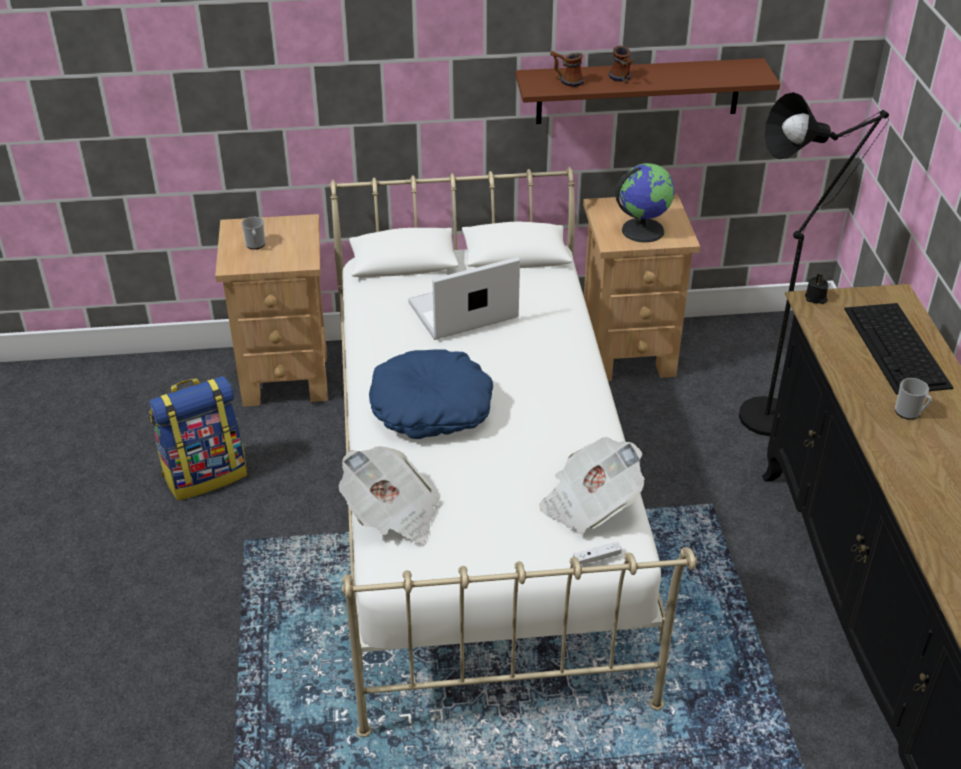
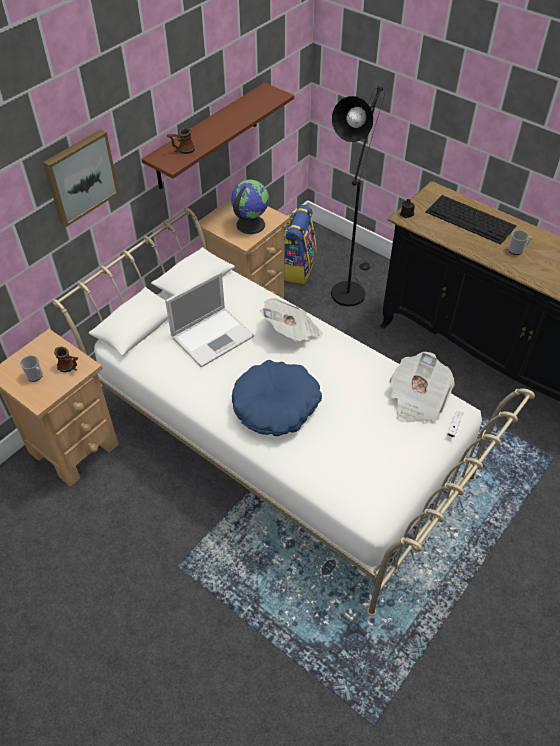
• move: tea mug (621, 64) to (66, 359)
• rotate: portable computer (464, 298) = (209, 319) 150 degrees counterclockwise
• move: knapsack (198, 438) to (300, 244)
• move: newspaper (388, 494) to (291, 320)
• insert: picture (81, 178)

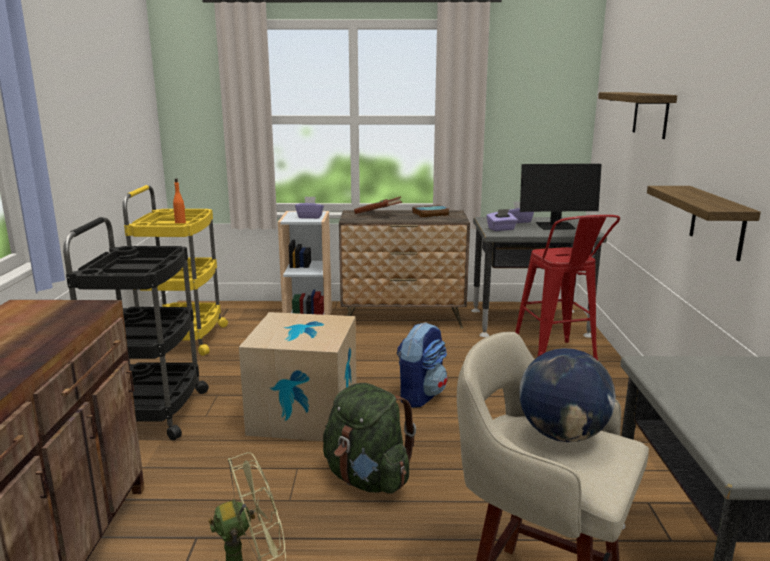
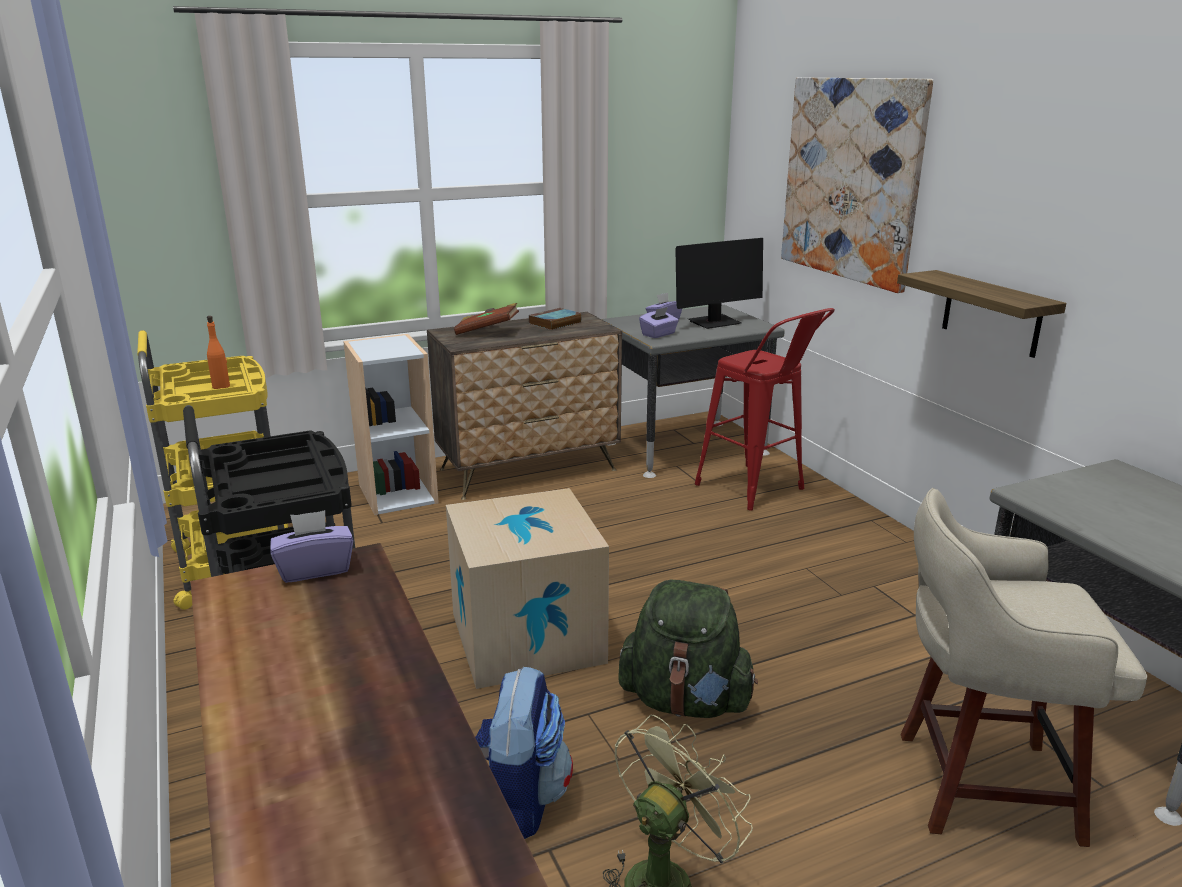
• replace: shelf (637, 115) to picture (857, 185)
• move: purple tissue box (309, 208) to (311, 546)
• move: knapsack (422, 365) to (524, 752)
• delete: desk globe (567, 395)

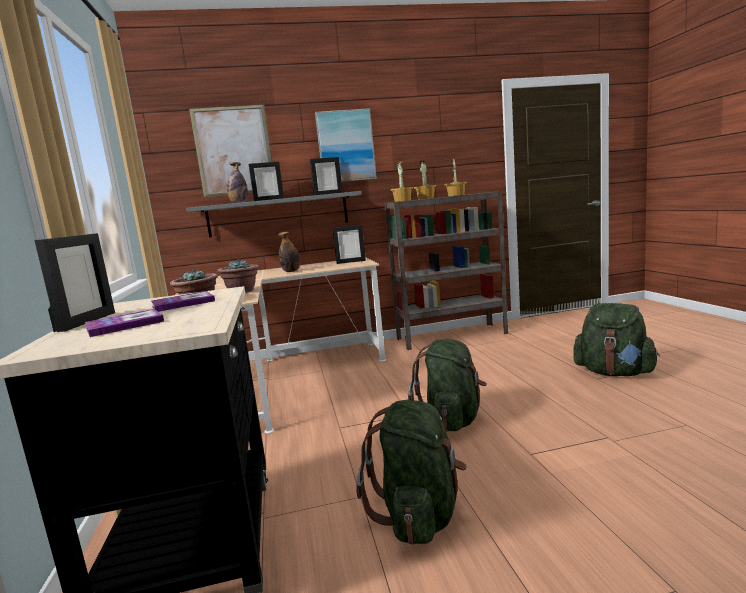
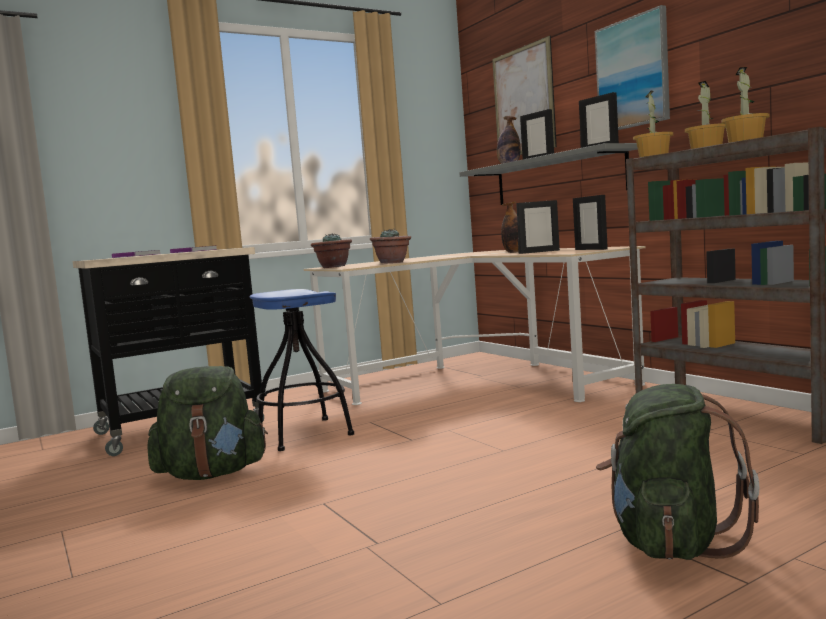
• move: picture frame (74, 282) to (538, 227)
• delete: green knapsack (447, 385)
• insert: blue stool (301, 370)

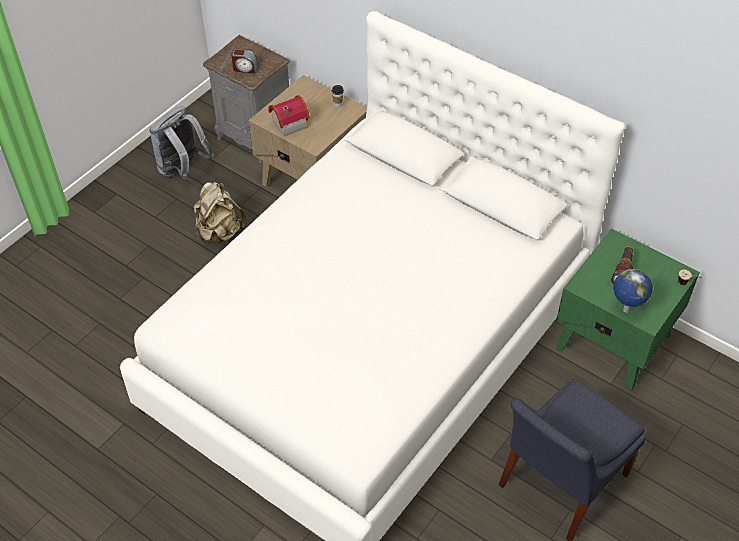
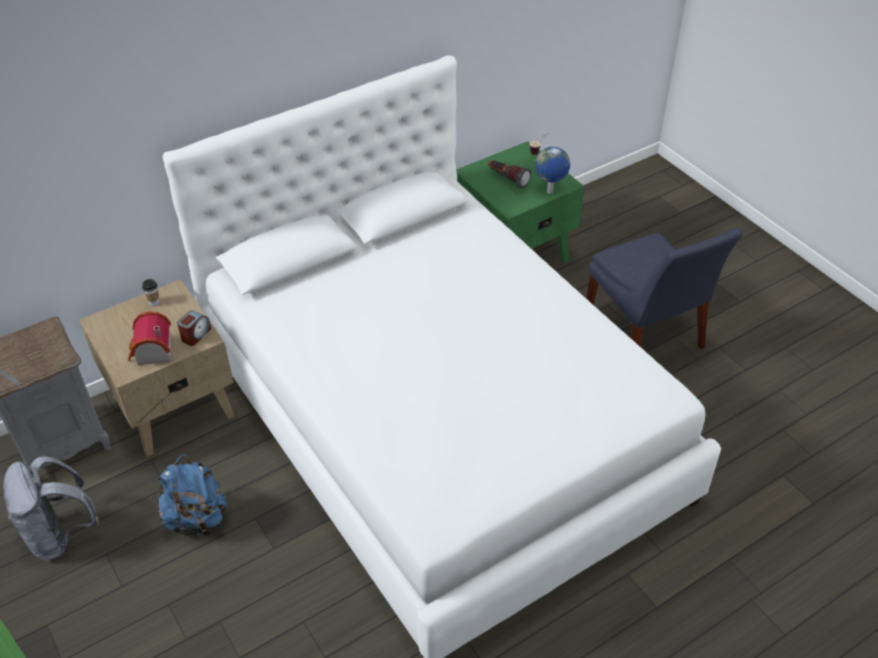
• move: alarm clock (244, 61) to (194, 328)
• recolor: beige-coloured knapsack (220, 212) to blue knapsack (191, 496)

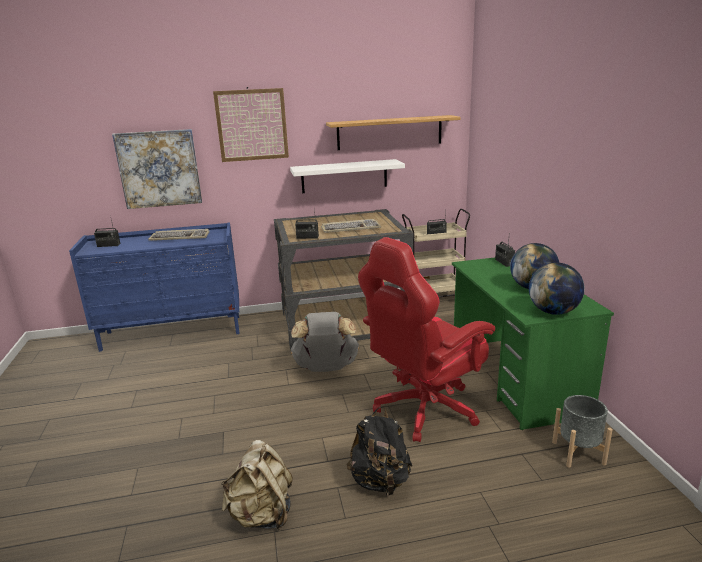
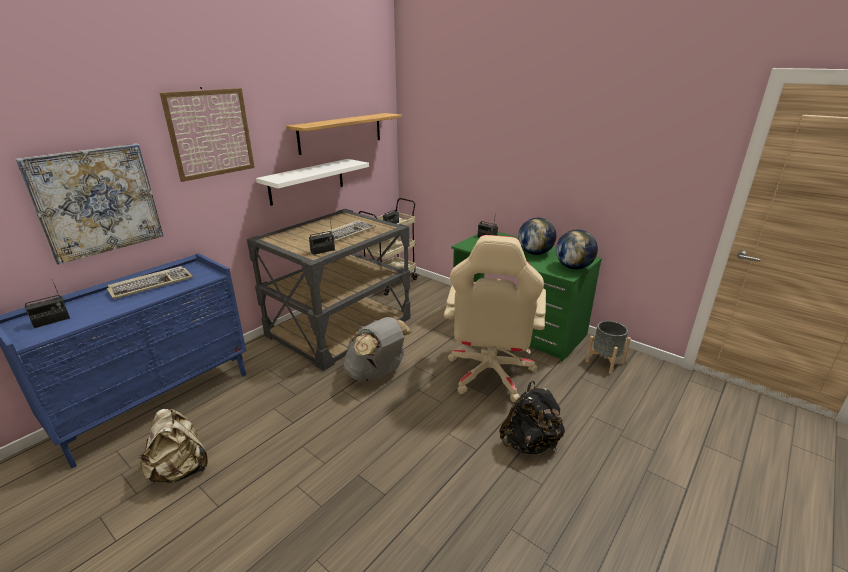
• recolor: reddish desk chair (426, 339) to beige-coloured desk chair (495, 318)
• move: beige-coloured knapsack (257, 485) to (173, 446)

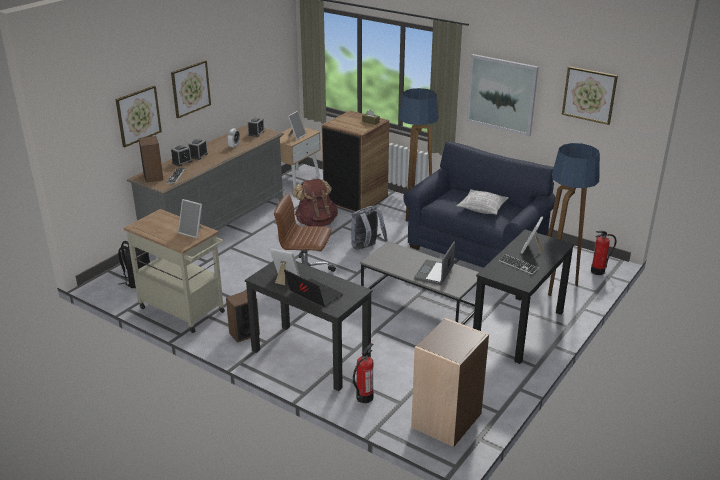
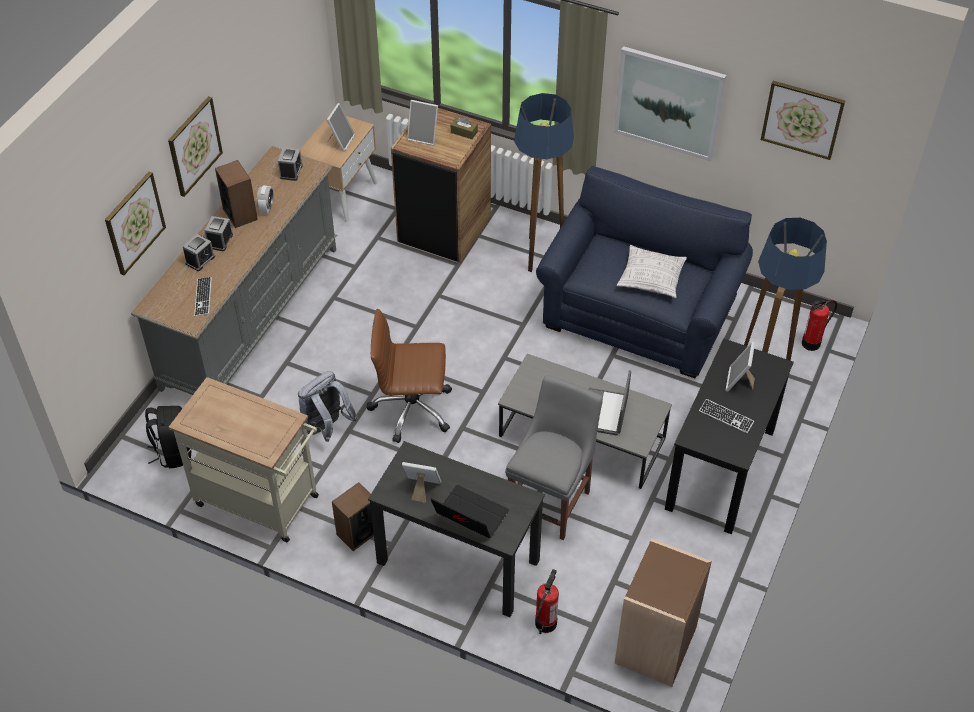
• move: audio speaker (151, 159) to (236, 194)
• delete: brownish knapsack (315, 202)
• move: picture frame (190, 218) to (422, 123)
• move: grey knapsack (369, 228) to (328, 406)
• insert: grey upright chair (554, 457)

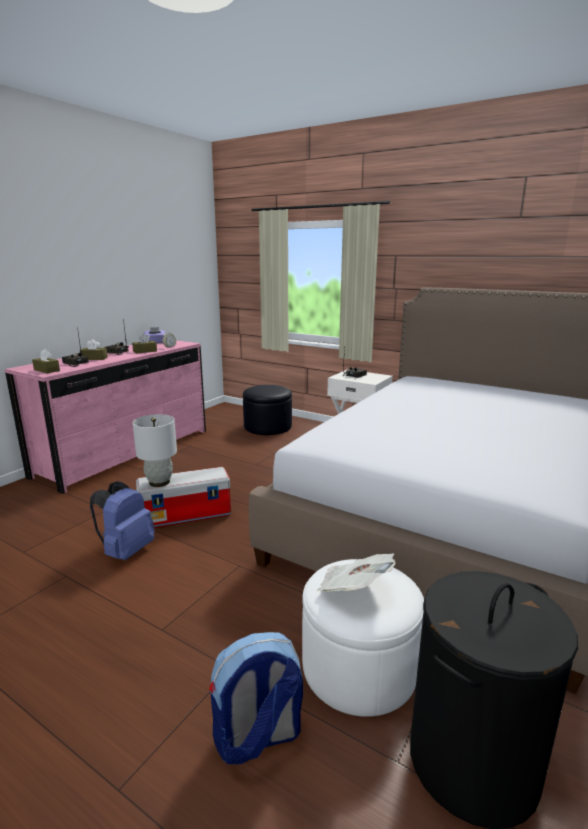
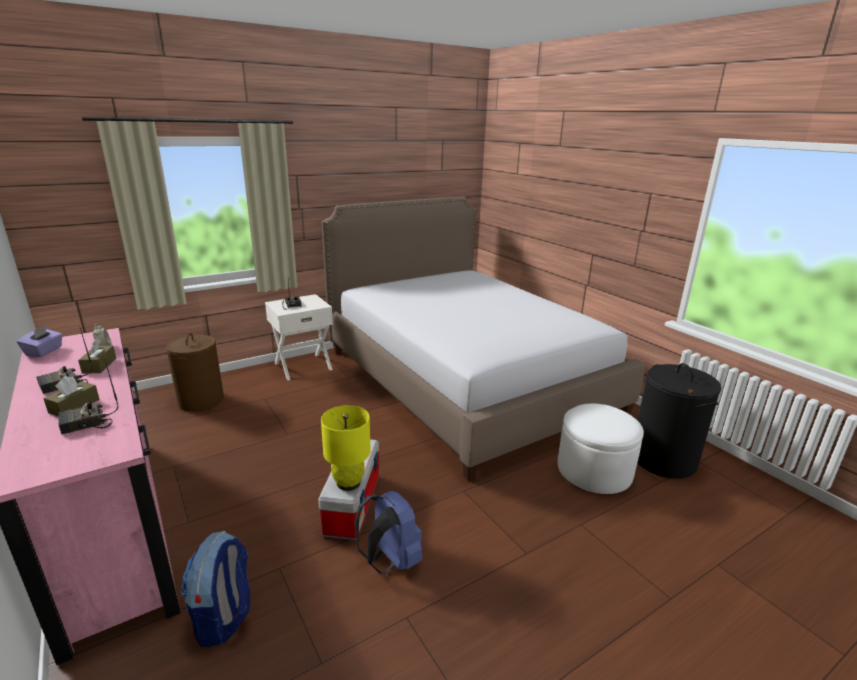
• delete: brownish tissue box (46, 361)
• replace: black pouffe (267, 410) to brownish laundry basket (195, 372)
• recolor: white-coloured lamp for a table (155, 450) to yellow-coloured lamp for a table (346, 448)
• delete: newspaper (356, 573)
• move: knapsack (256, 698) to (215, 589)

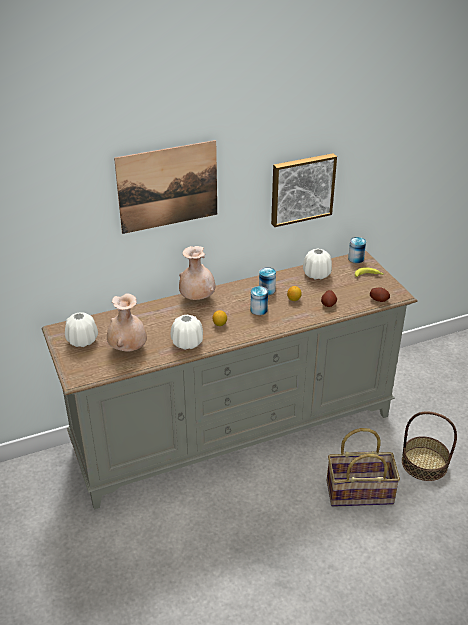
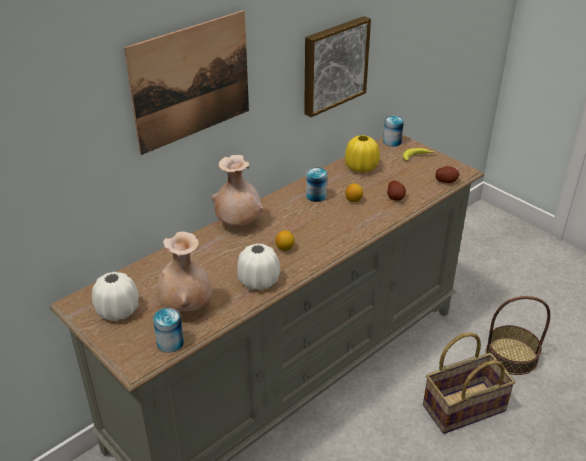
• recolor: white-coloured decorative vase (317, 264) to yellow-coloured decorative vase (362, 154)
• move: can (259, 300) to (168, 330)

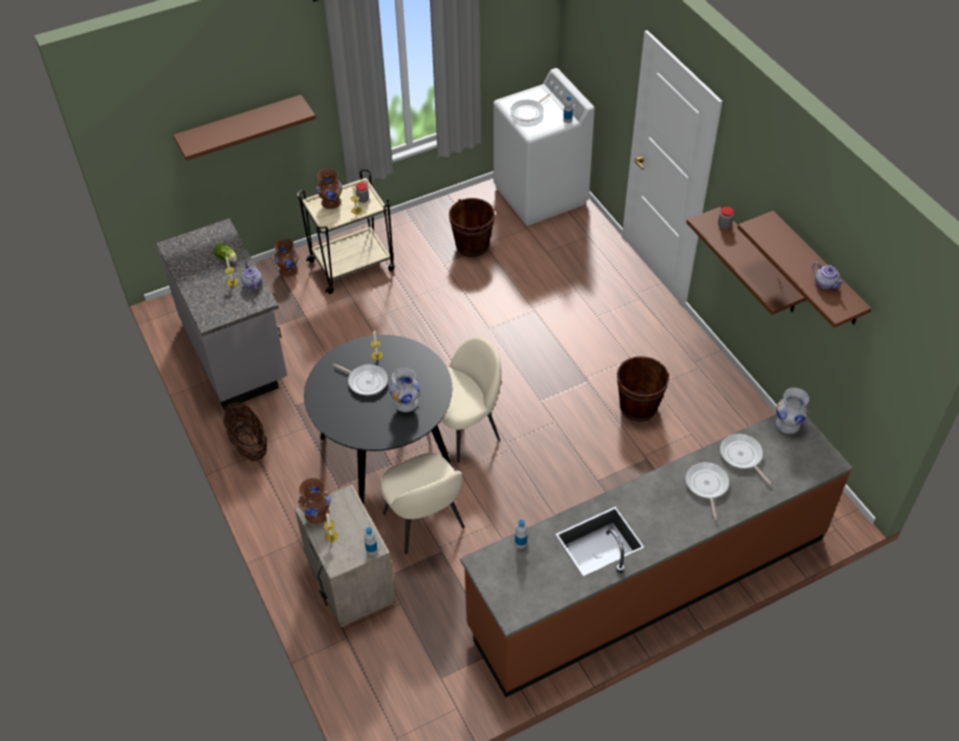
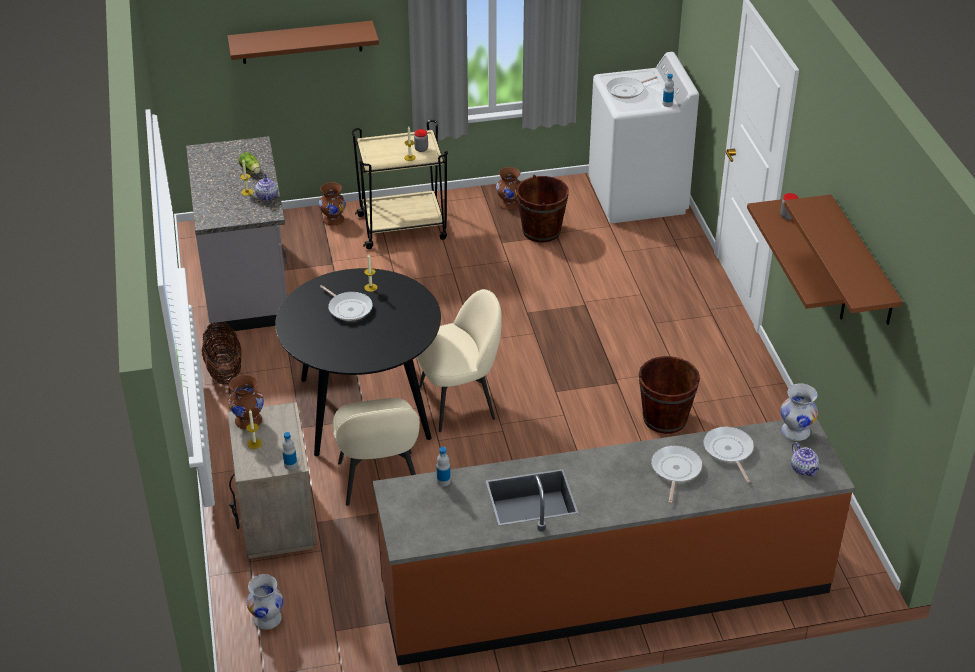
• move: brownish decorative vase (329, 189) to (508, 188)
• move: tea pot (828, 275) to (805, 459)
• move: white-coloured decorative vase (405, 389) to (265, 602)

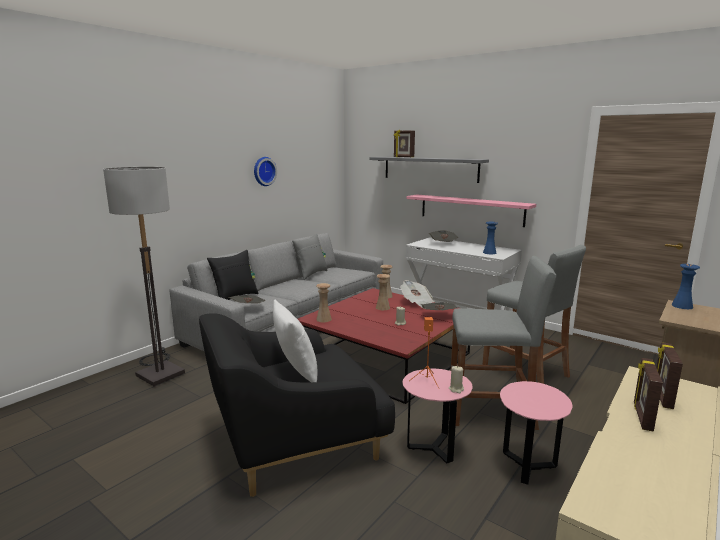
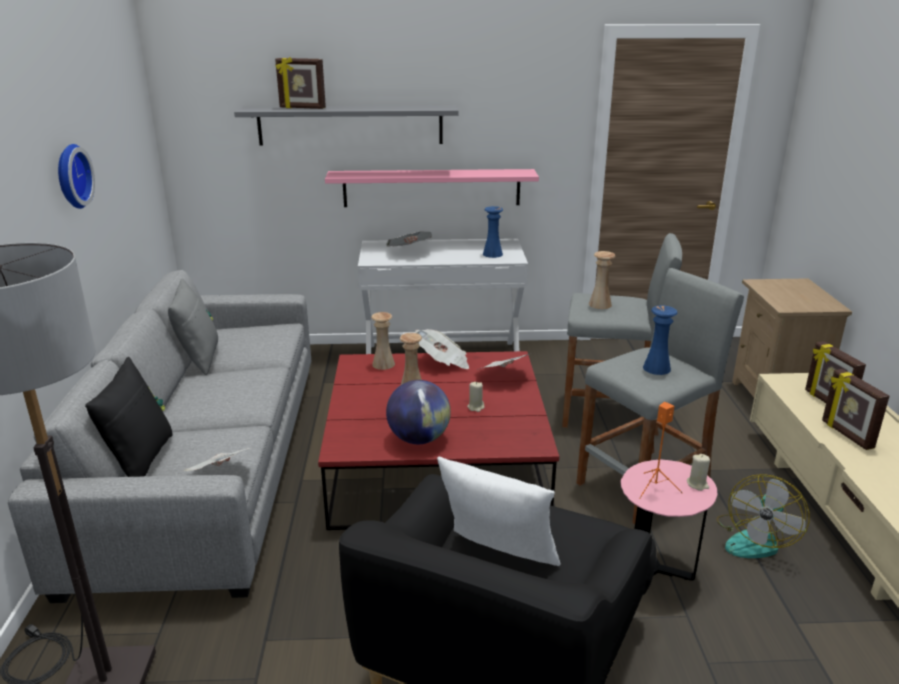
• move: blue decorative vase (686, 286) to (660, 340)
• move: beige-coloured decorative vase (324, 302) to (602, 280)
• replace: pink-coloured end table (536, 433) to fan (762, 516)
• insert: desk globe (418, 412)

